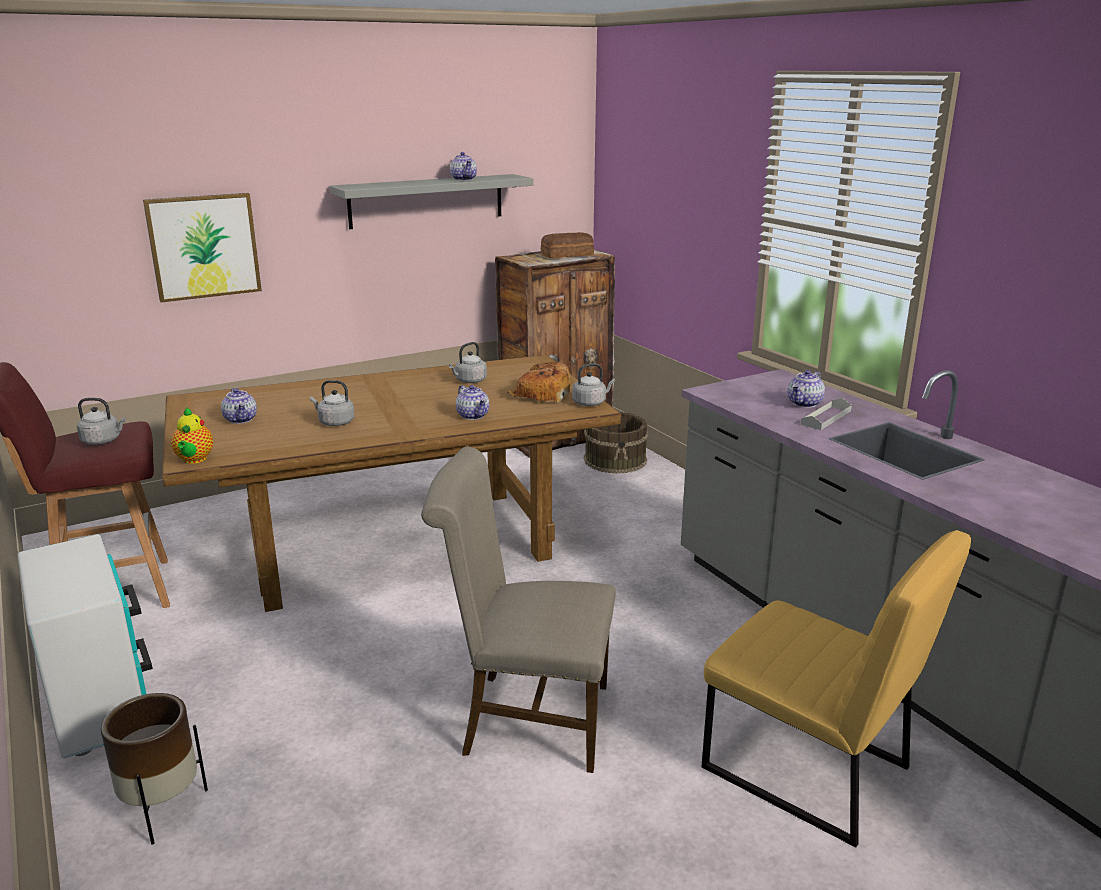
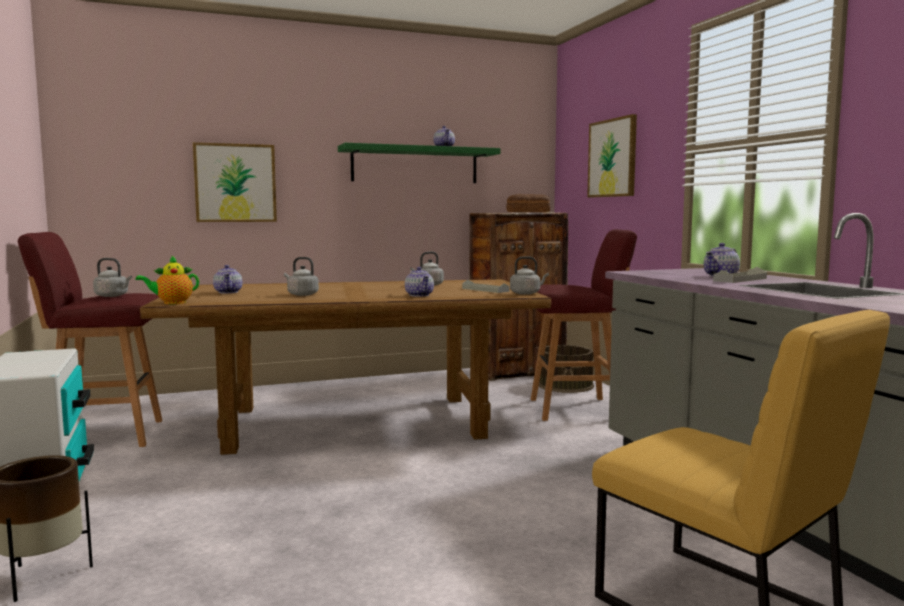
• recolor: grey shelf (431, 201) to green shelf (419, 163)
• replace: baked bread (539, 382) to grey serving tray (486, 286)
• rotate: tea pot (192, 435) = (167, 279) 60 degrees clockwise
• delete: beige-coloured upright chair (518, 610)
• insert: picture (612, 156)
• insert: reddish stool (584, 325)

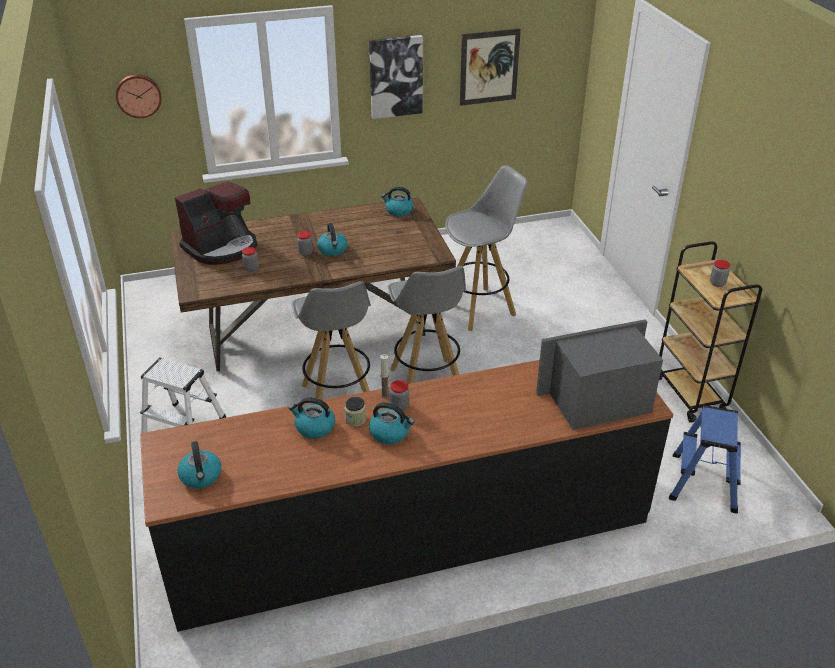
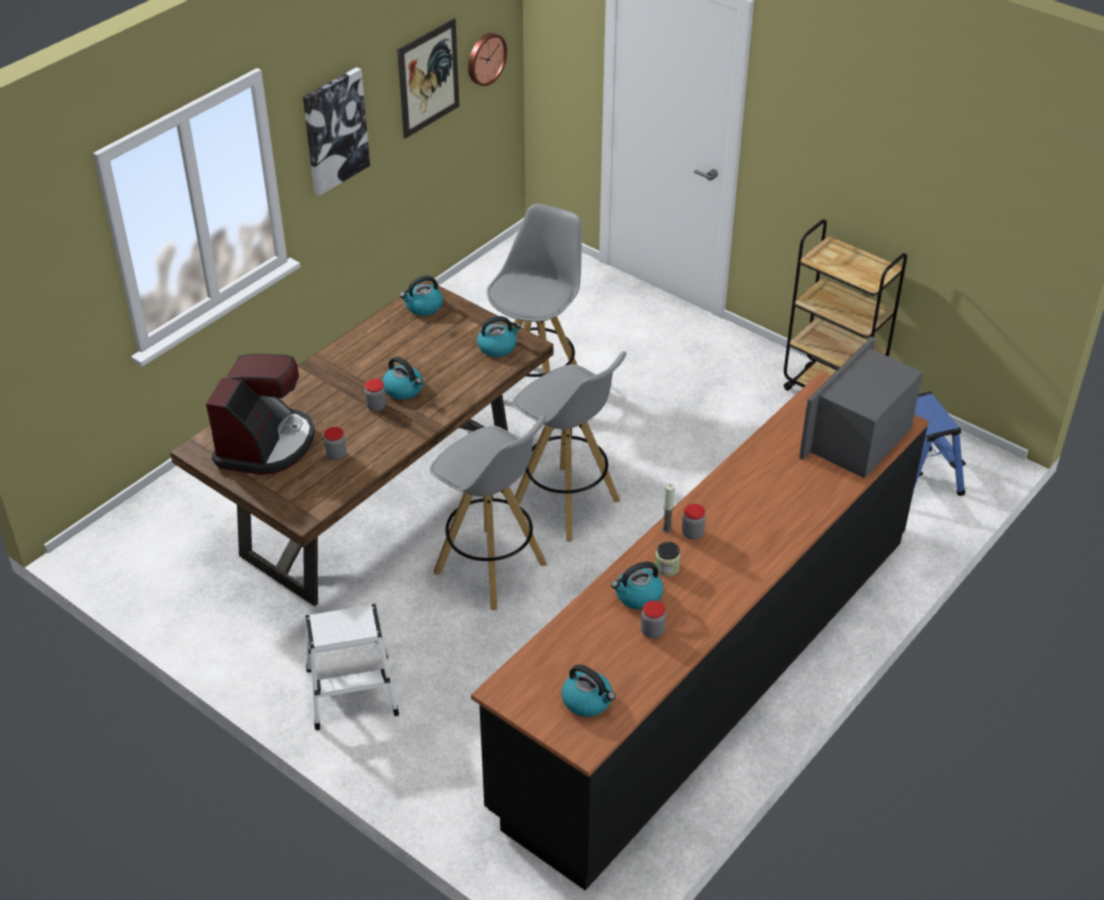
• move: hanging clock (139, 96) to (487, 59)
• move: preserve jar (720, 273) to (653, 619)
• move: water kettle (392, 423) to (499, 336)

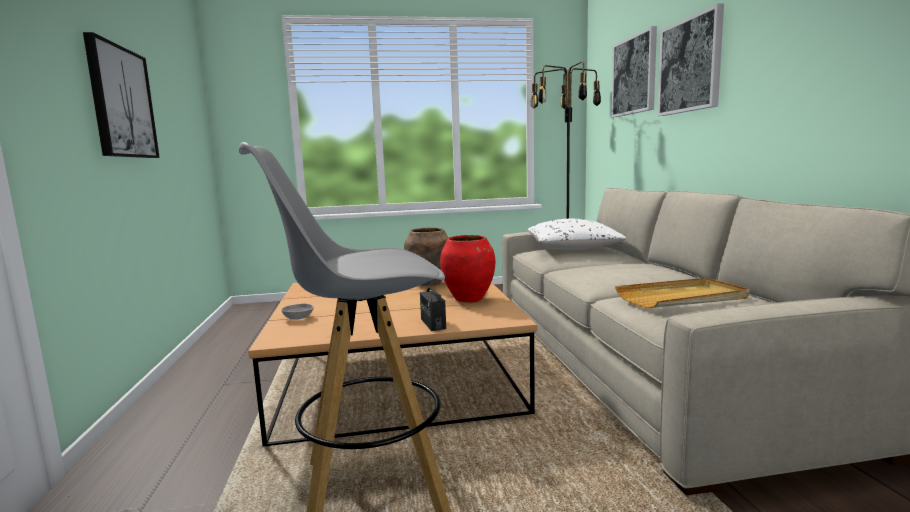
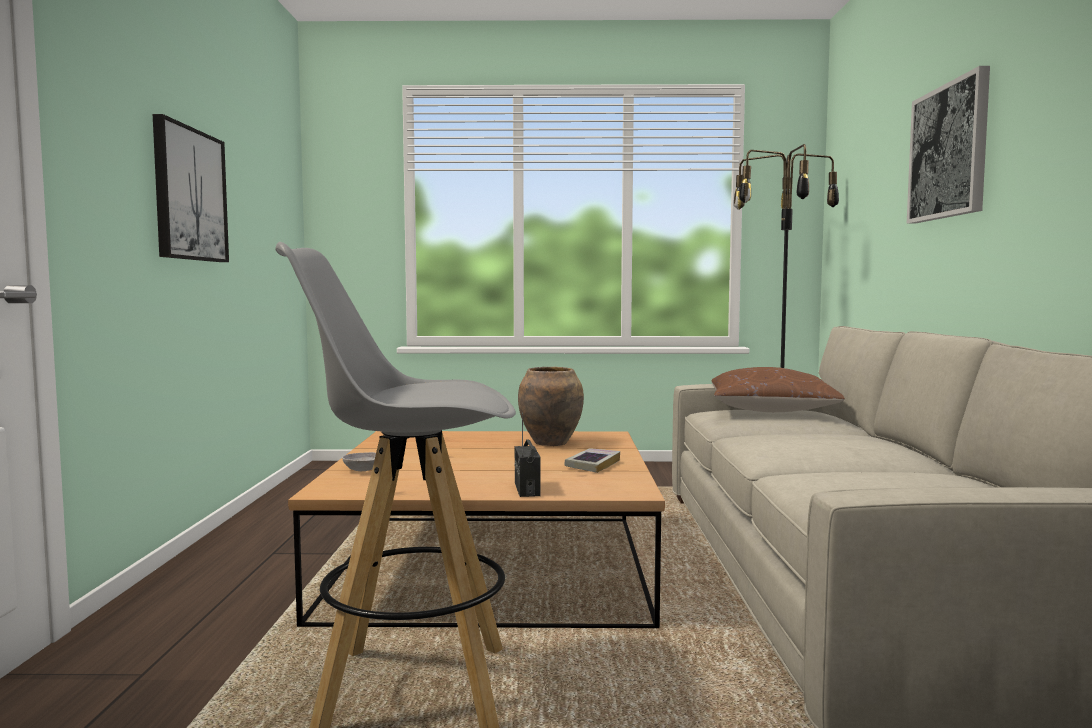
• delete: picture (634, 71)
• recolor: white-coloured throw pillow (576, 234) to brownish throw pillow (778, 389)
• replace: reddish decorative vase (467, 269) to volume (592, 460)
• delete: beige-coloured serving tray (682, 293)

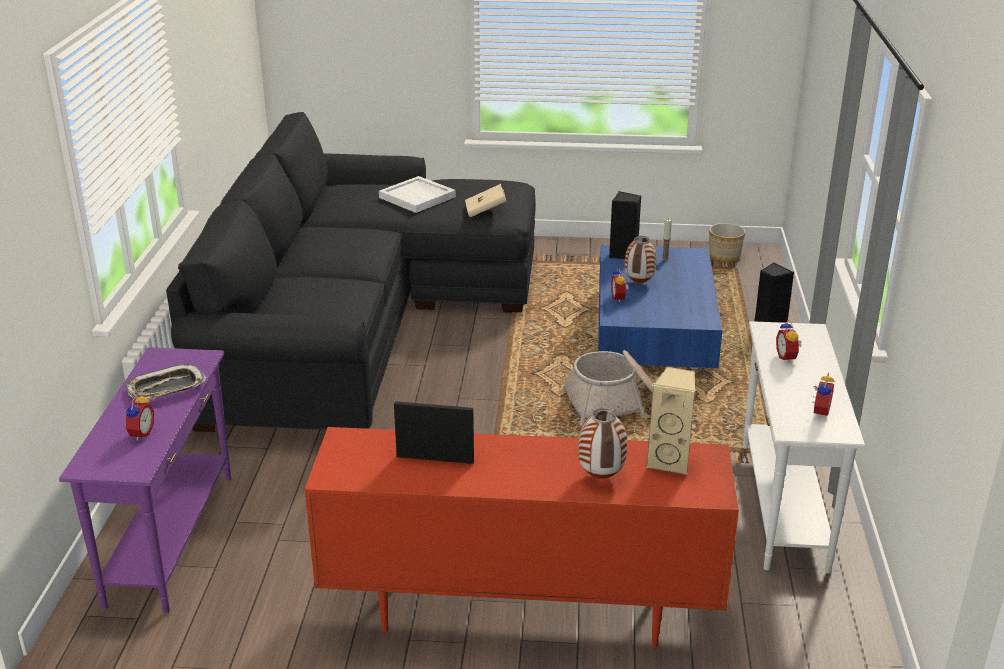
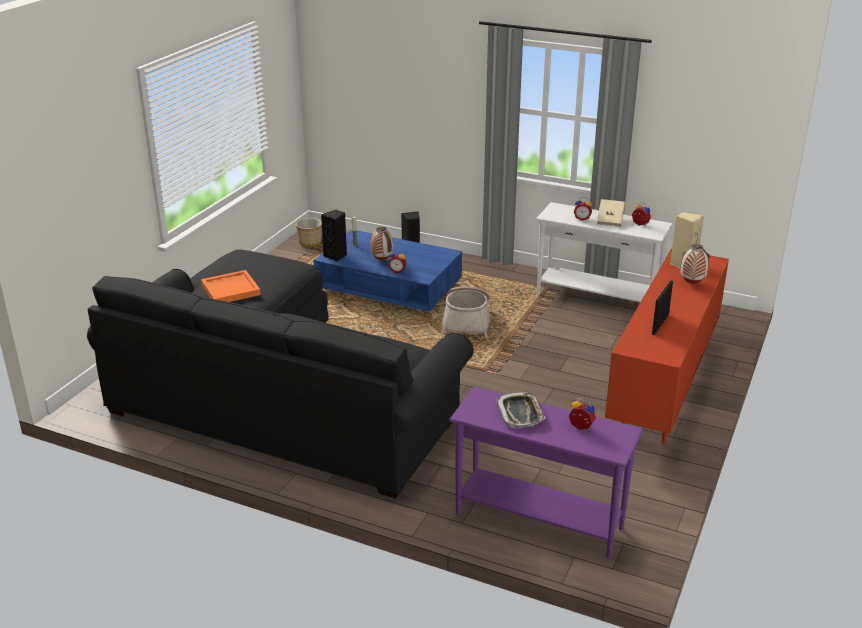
• recolor: white-coloured serving tray (417, 194) to orange-coloured serving tray (231, 286)
• move: beige-coloured volume (485, 200) to (611, 213)

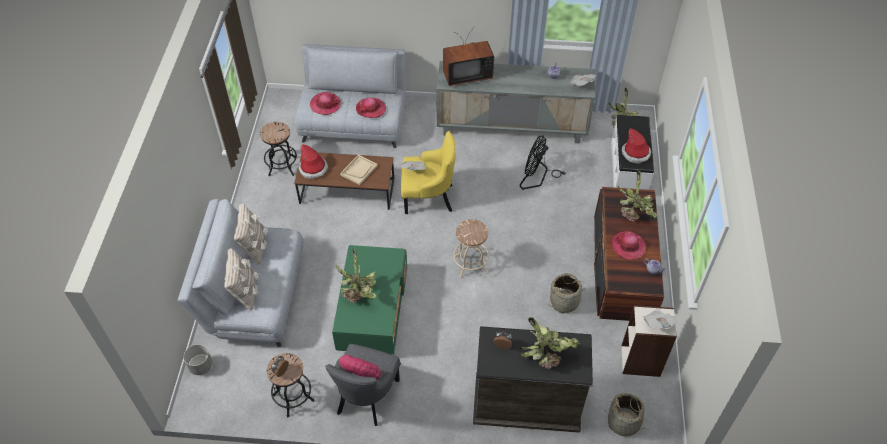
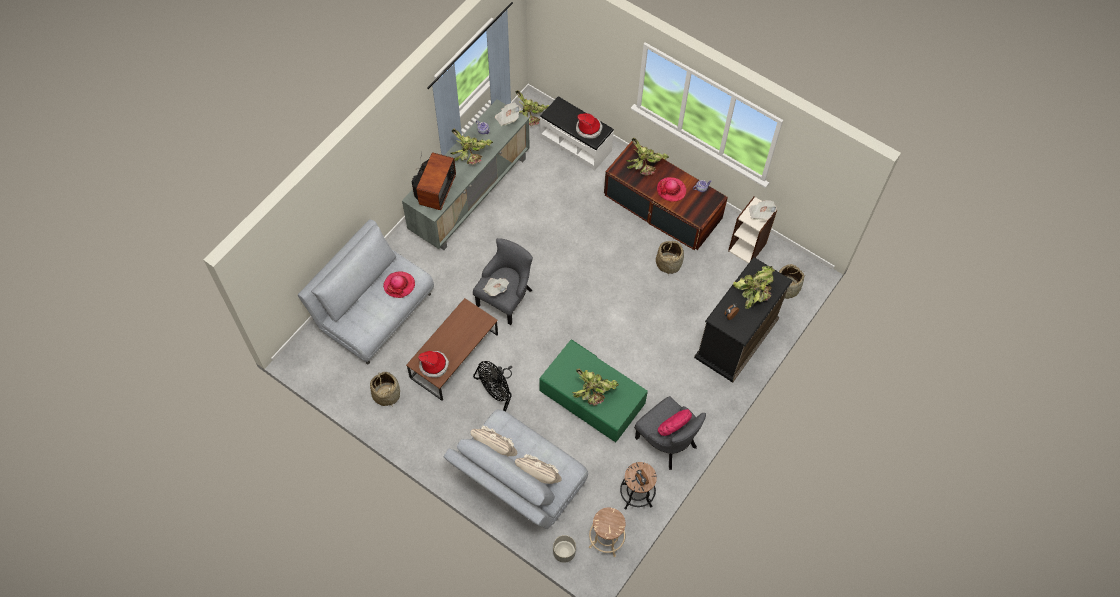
• delete: clothing hat (325, 103)
• replace: black stool (278, 149) to household basket (385, 389)
• recolor: yellow-coloured easy chair (428, 172) to grey easy chair (503, 281)
• move: black fan (543, 162) to (492, 386)
• delete: beige-coloured serving tray (359, 170)
• move: beige-coloured stool (471, 248) to (607, 532)
• insert: houseplant (471, 147)

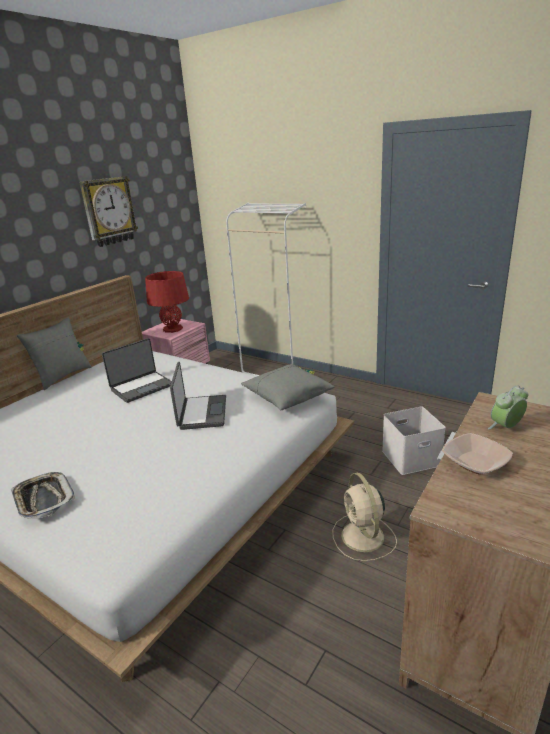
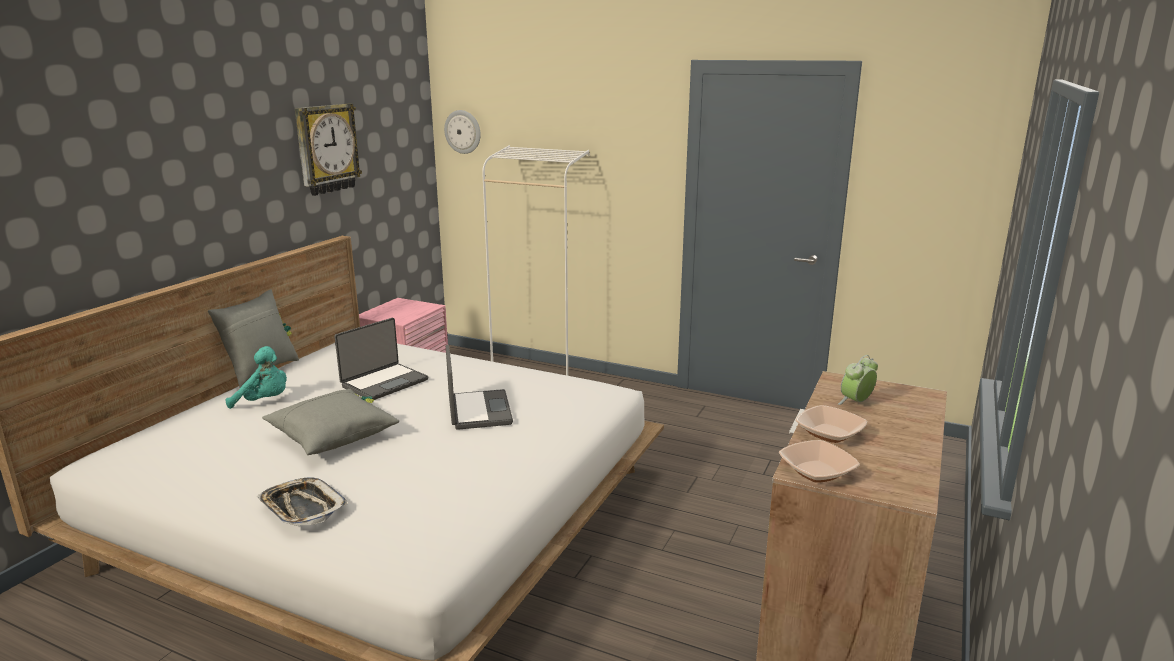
• delete: reddish lamp for a table (167, 302)
• move: grey throw pillow (288, 387) to (330, 422)
• delete: white-coloured storage bin (414, 440)
• delete: beige-coloured fan (364, 517)
• insert: hanging clock (462, 132)
• insert: blue-green soft toy (256, 377)
• insert: bowl (819, 461)

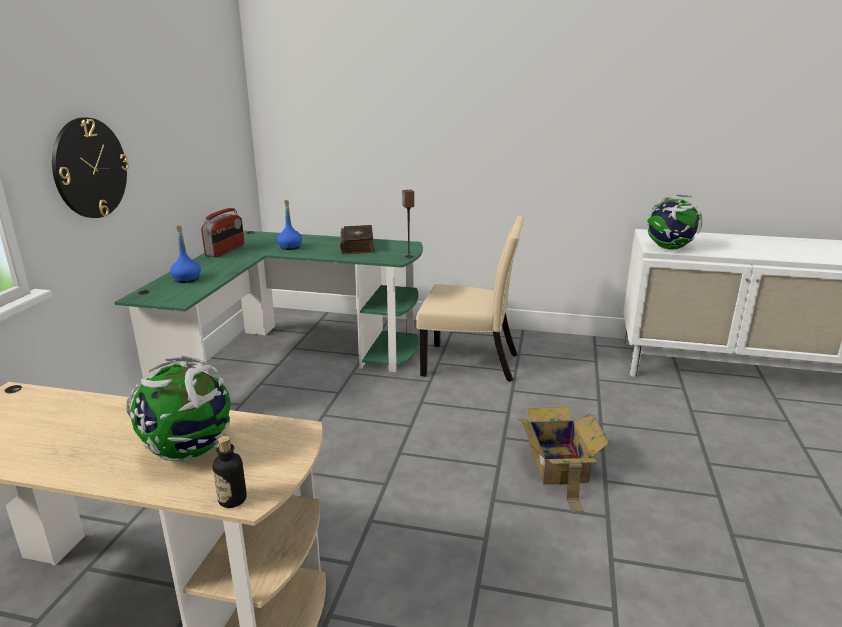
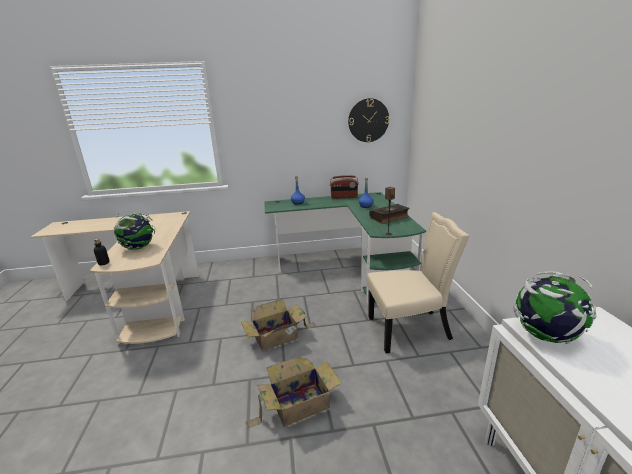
• move: hanging clock (90, 167) to (368, 120)
• rotate: beige-coloured upright chair (471, 299) = (418, 283) 90 degrees counterclockwise
• insert: packing box (278, 325)

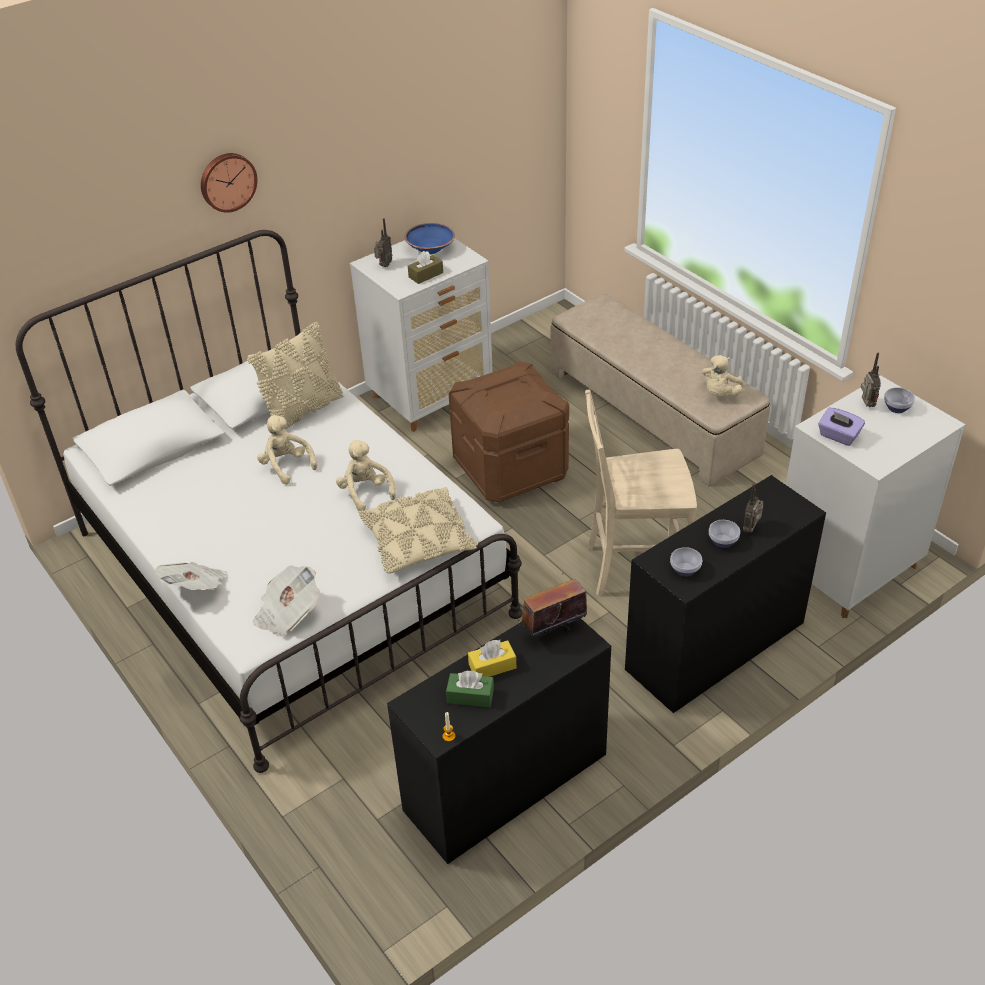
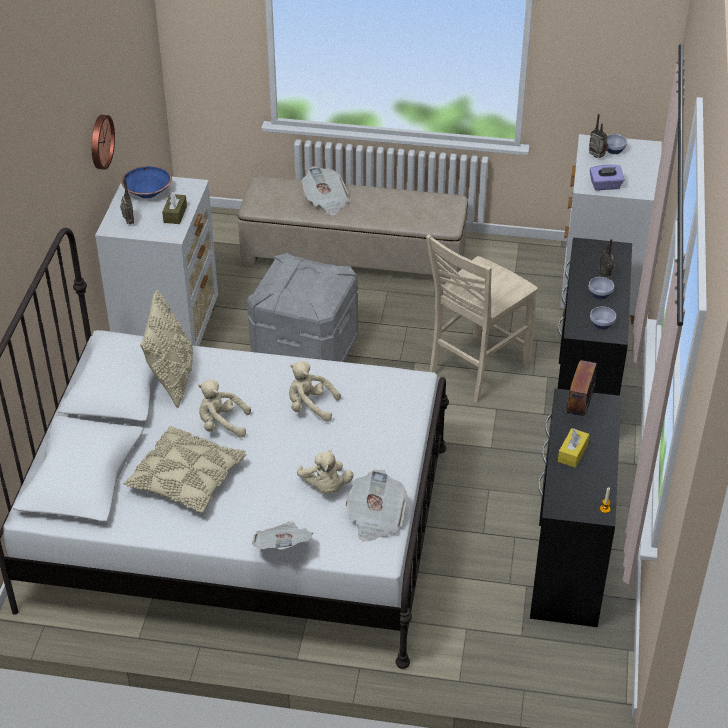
• move: hanging clock (229, 183) to (103, 142)
• move: beige-coloured soft toy (722, 375) to (325, 471)
• recolor: brownish storage bin (509, 432) to grey storage bin (302, 307)
• move: beige-coloured throw pillow (418, 530) to (184, 469)
• delete: green tissue box (470, 689)
• insert: newspaper (326, 191)

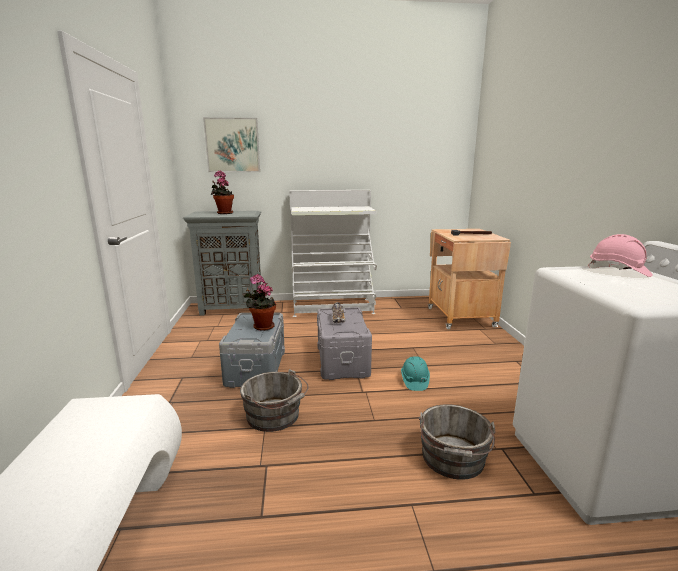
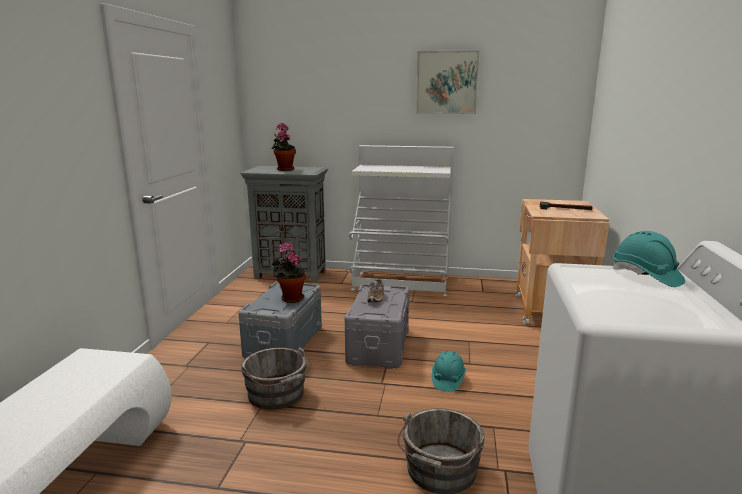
• move: picture (231, 144) to (448, 82)
• recolor: pink-coloured safety helmet (620, 255) to blue-green safety helmet (648, 259)

